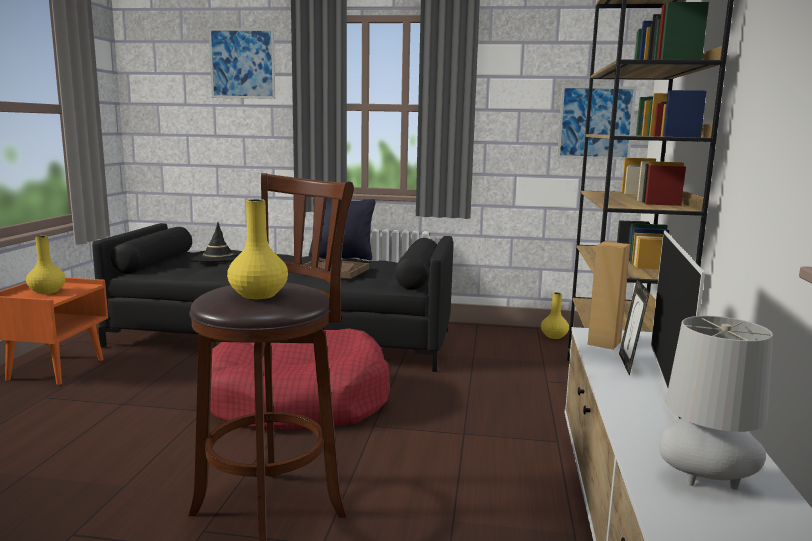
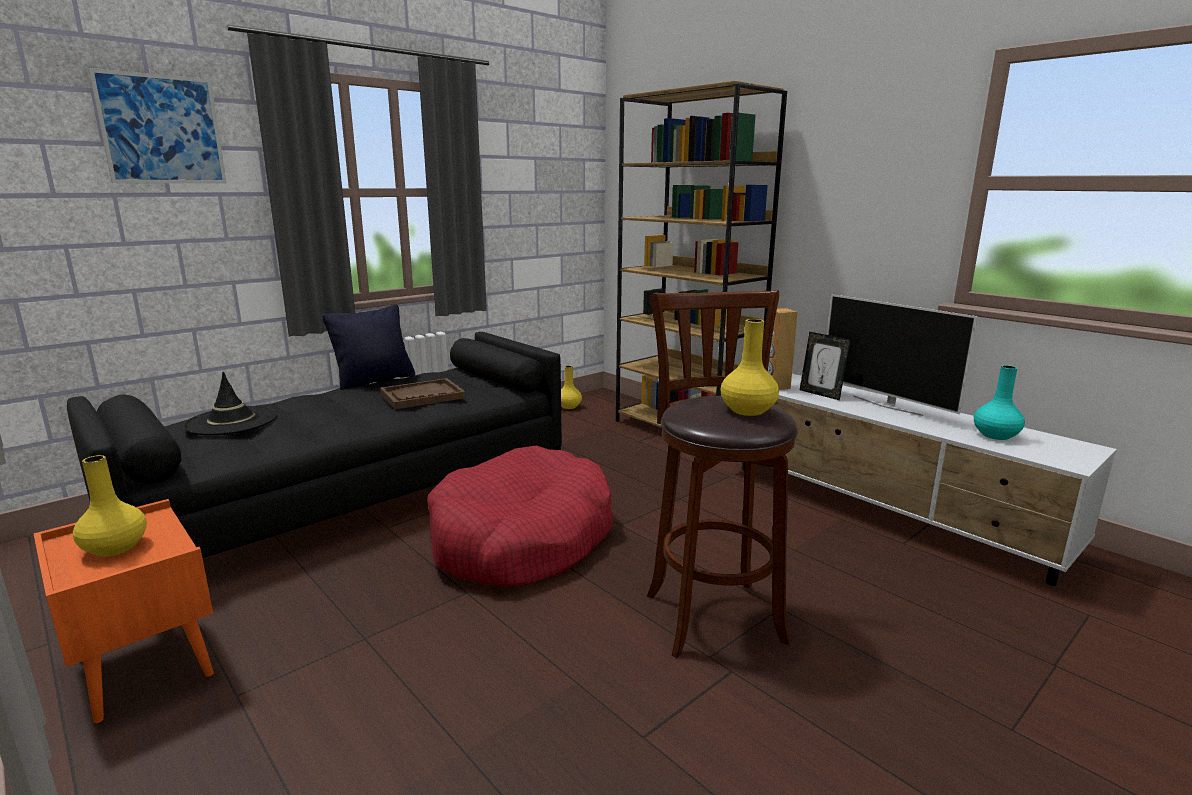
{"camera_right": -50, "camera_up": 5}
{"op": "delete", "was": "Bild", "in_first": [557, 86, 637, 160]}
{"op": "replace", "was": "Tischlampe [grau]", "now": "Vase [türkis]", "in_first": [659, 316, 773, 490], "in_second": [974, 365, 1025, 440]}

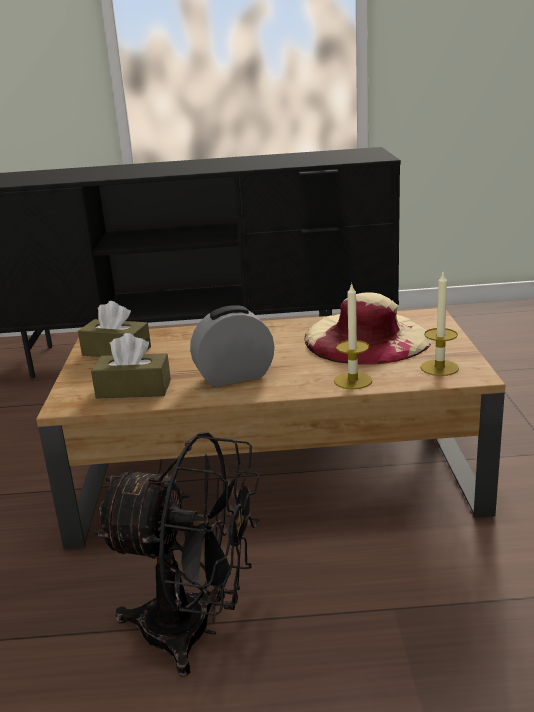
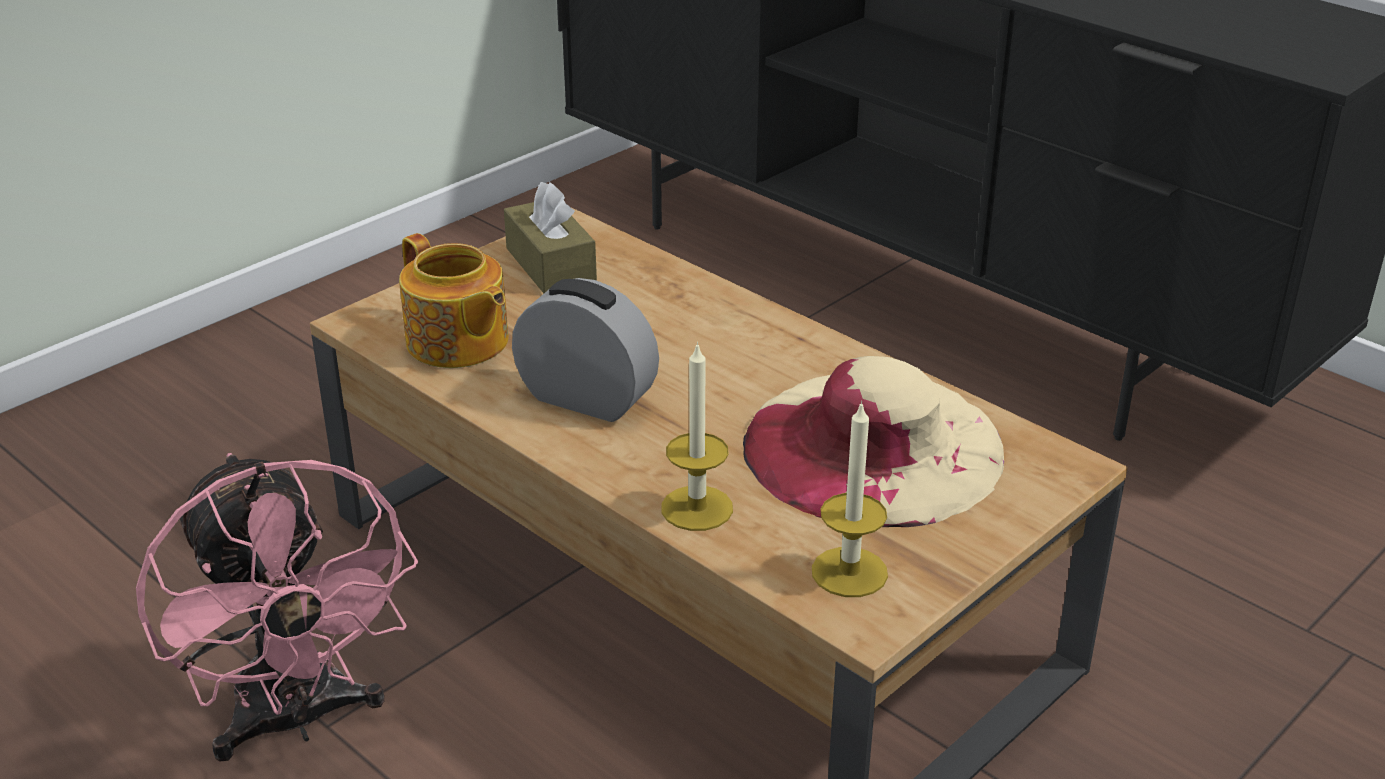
{"camera_right": 45, "camera_up": 10}
{"op": "replace", "was": "Taschentuchbox [braun]", "now": "Teekanne", "in_first": [91, 333, 171, 399], "in_second": [399, 233, 509, 368]}
{"op": "recolor", "was": "Ventilator [schwarz]", "now": "Ventilator [rosa]", "in_first": [93, 432, 260, 677], "in_second": [136, 453, 418, 762]}

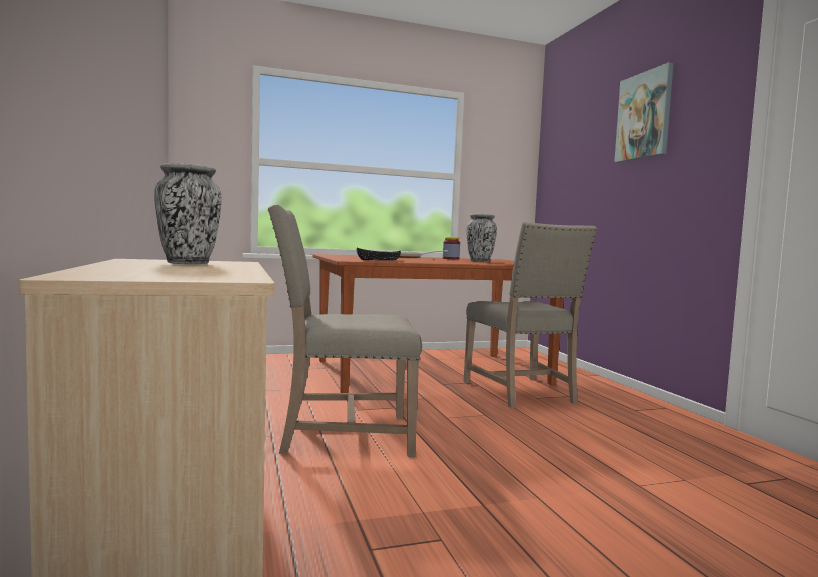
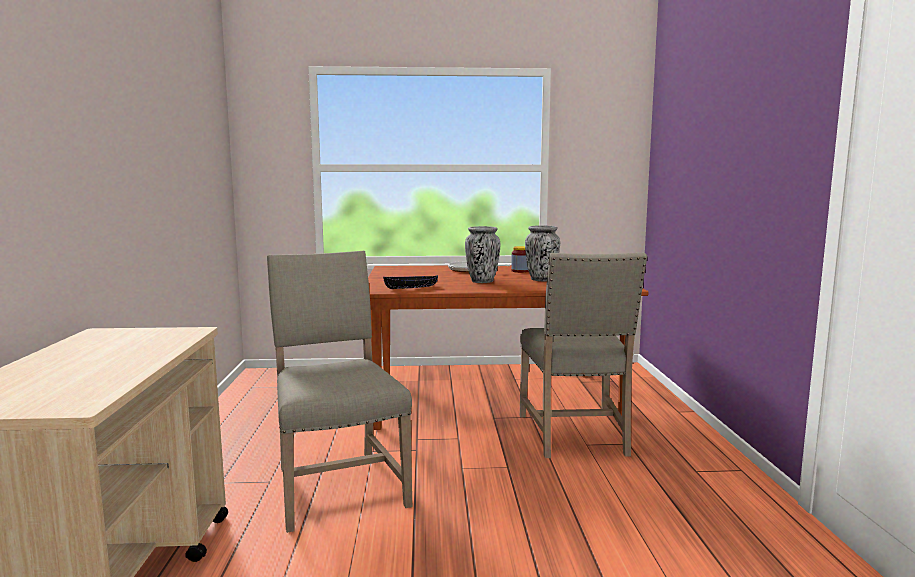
{"camera_right": 15, "camera_up": 5}
{"op": "delete", "was": "Bild", "in_first": [614, 62, 674, 163]}
{"op": "move", "was": "Vase", "in_first": [154, 163, 222, 264], "in_second": [465, 226, 500, 283]}
{"op": "rotate", "was": "Stuhl [beige]", "in_first": [268, 205, 422, 457], "in_second": [267, 251, 412, 533], "clockwise": 60}

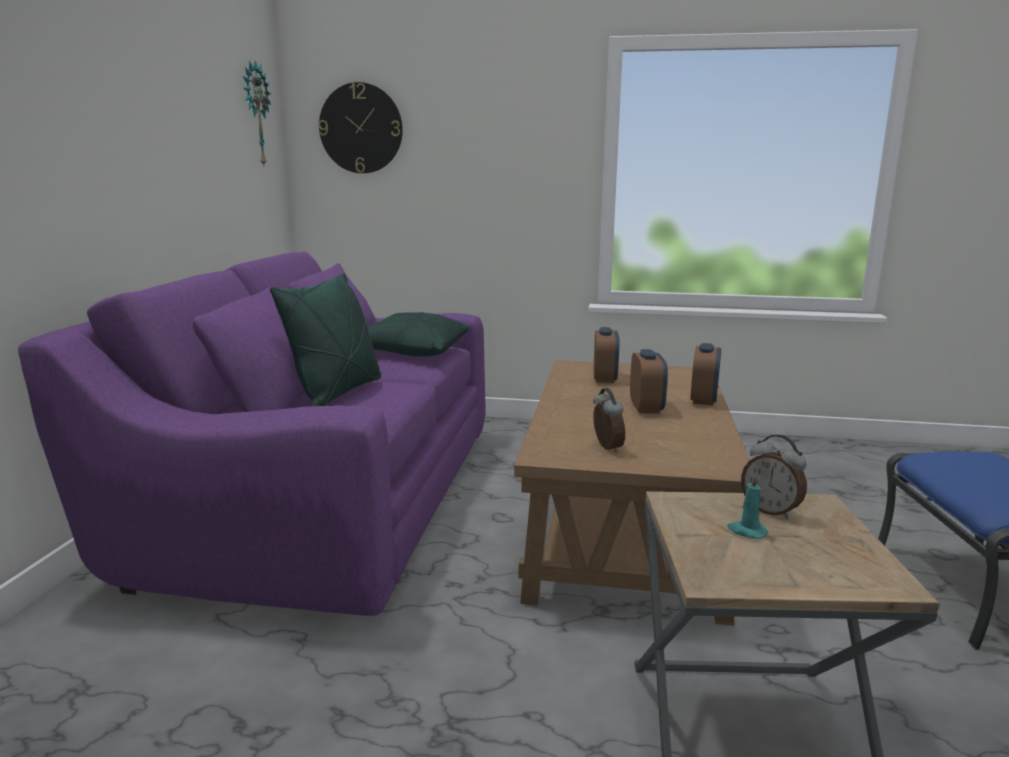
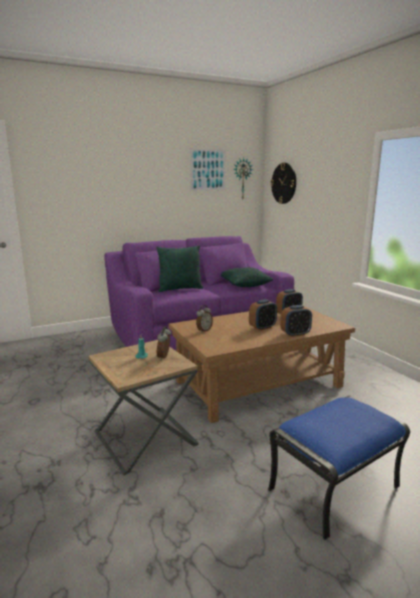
{"camera_right": 55, "camera_up": 0}
{"op": "insert", "now": "Bild", "in_second": [189, 148, 226, 191]}

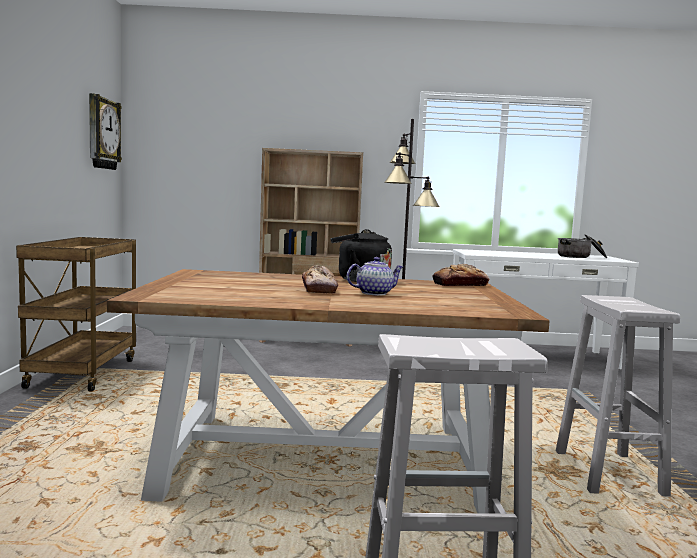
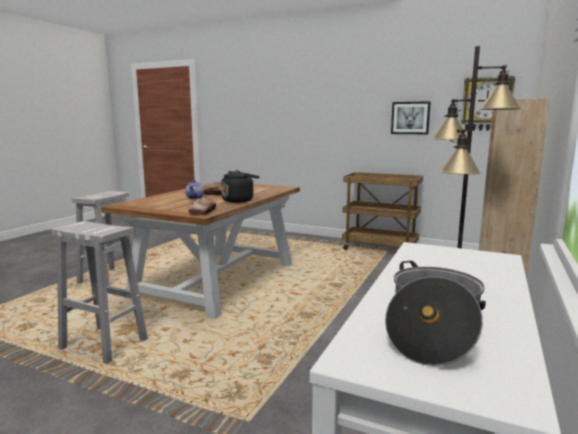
{"camera_right": 115, "camera_up": 5}
{"op": "insert", "now": "Bild", "in_second": [391, 101, 431, 134]}

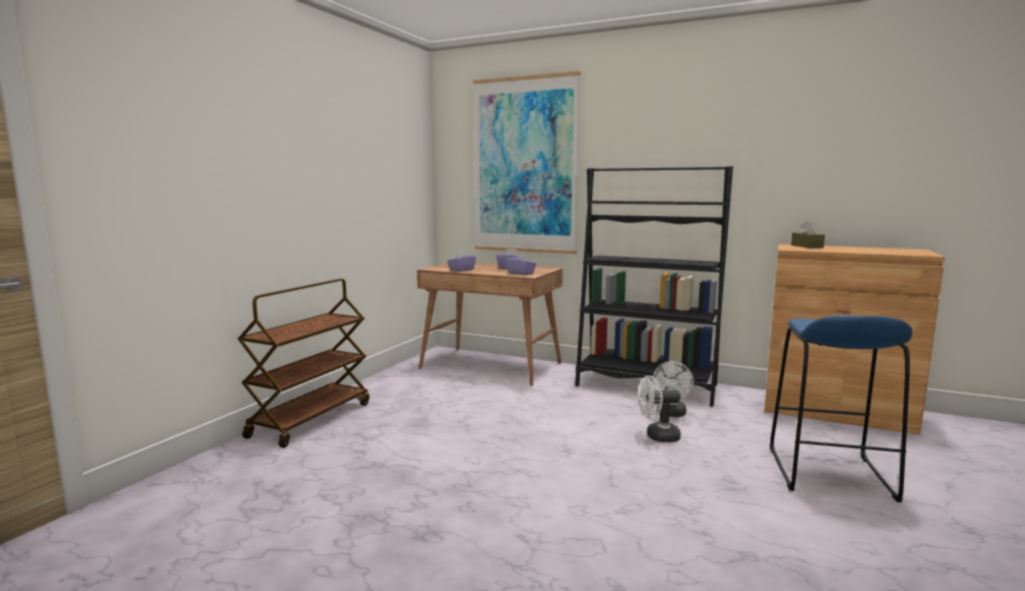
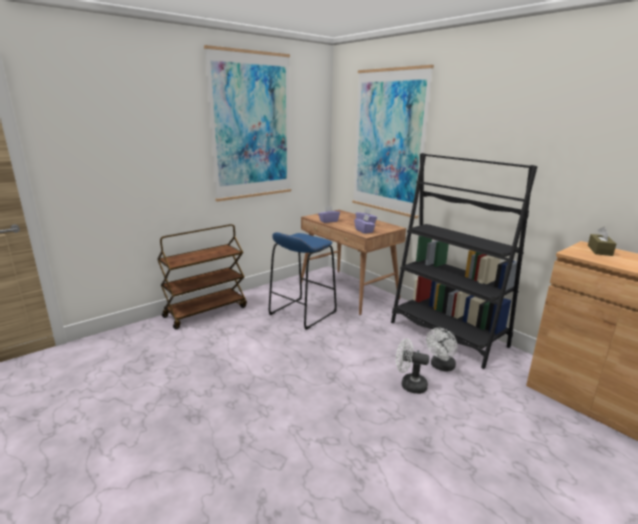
{"camera_right": 25, "camera_up": 10}
{"op": "insert", "now": "Bild", "in_second": [204, 45, 291, 202]}
{"op": "move", "was": "Hocker [blau]", "in_first": [770, 315, 912, 503], "in_second": [269, 232, 337, 330]}

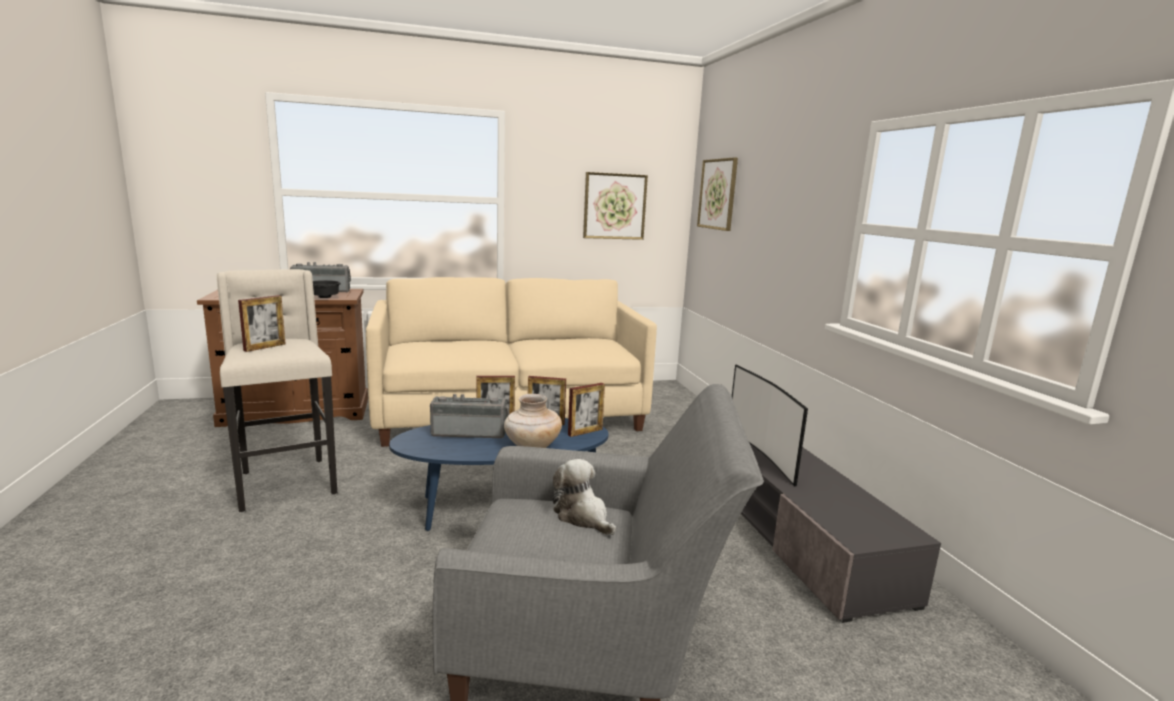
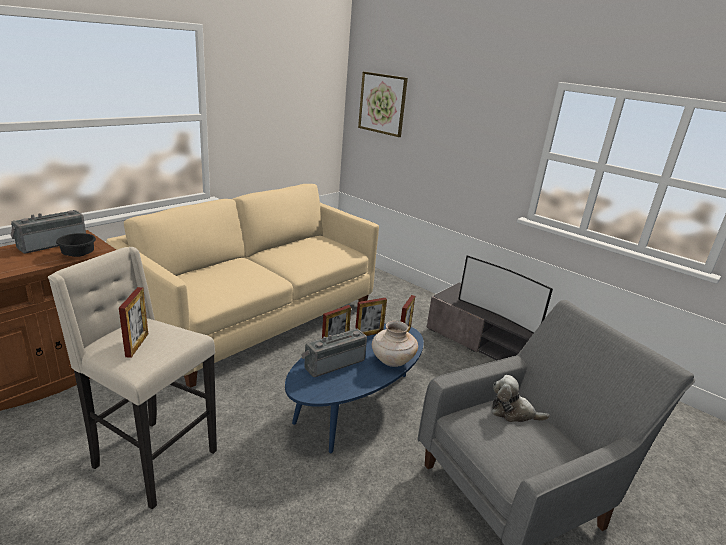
{"camera_right": -35, "camera_up": 10}
{"op": "delete", "was": "Bild", "in_first": [583, 172, 648, 240]}

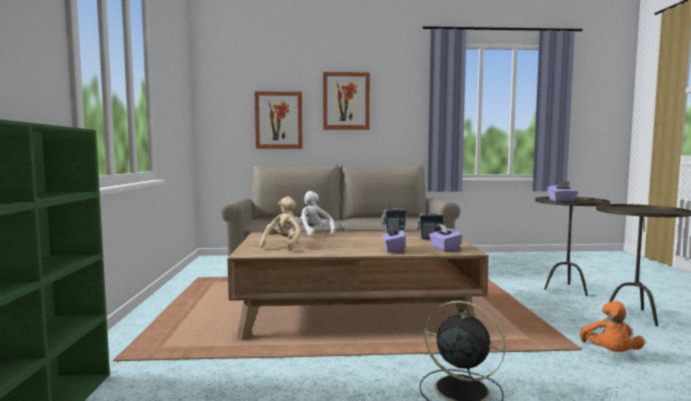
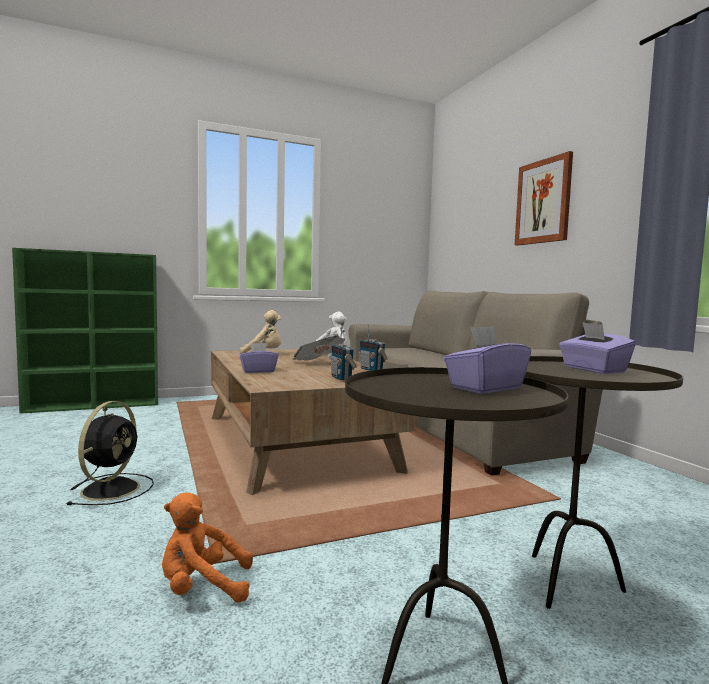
{"camera_right": 70, "camera_up": 0}
{"op": "delete", "was": "Bild", "in_first": [255, 92, 303, 149]}
{"op": "insert", "now": "Zeitung", "in_second": [293, 336, 345, 361]}
{"op": "move", "was": "Taschentuchbox [lila]", "in_first": [429, 223, 462, 252], "in_second": [444, 326, 531, 394]}

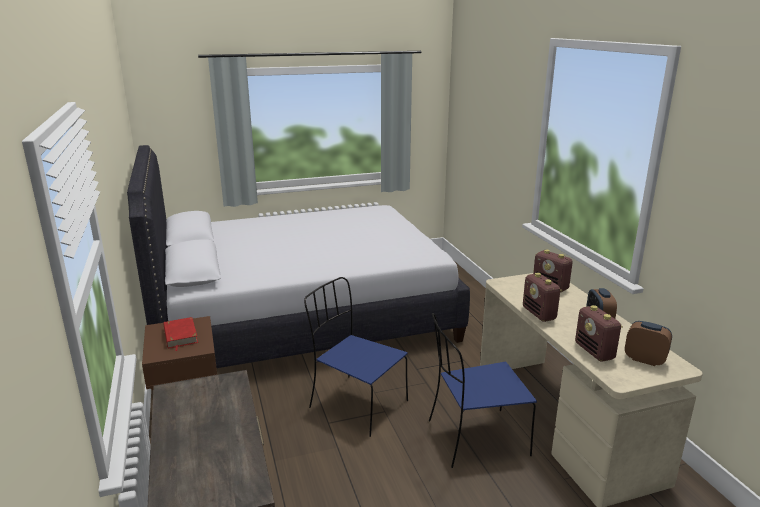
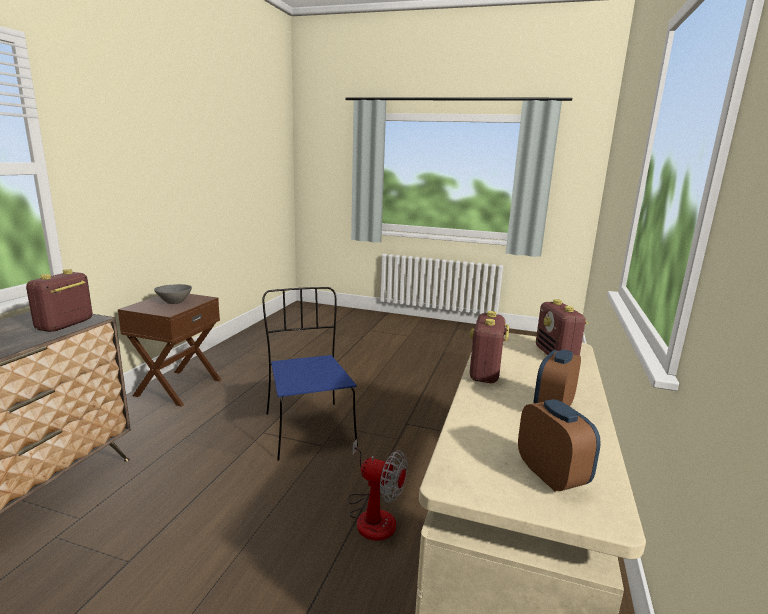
{"camera_right": 35, "camera_up": -5}
{"op": "delete", "was": "Bett [weiß]", "in_first": [127, 145, 470, 368]}
{"op": "move", "was": "Radio", "in_first": [575, 305, 623, 362], "in_second": [26, 269, 92, 332]}
{"op": "replace", "was": "Buch [rot]", "now": "Schüssel [grau]", "in_first": [164, 317, 198, 351], "in_second": [154, 284, 192, 304]}
{"op": "replace", "was": "Stuhl [blau]", "now": "Ventilator", "in_first": [429, 313, 537, 468], "in_second": [347, 439, 408, 541]}

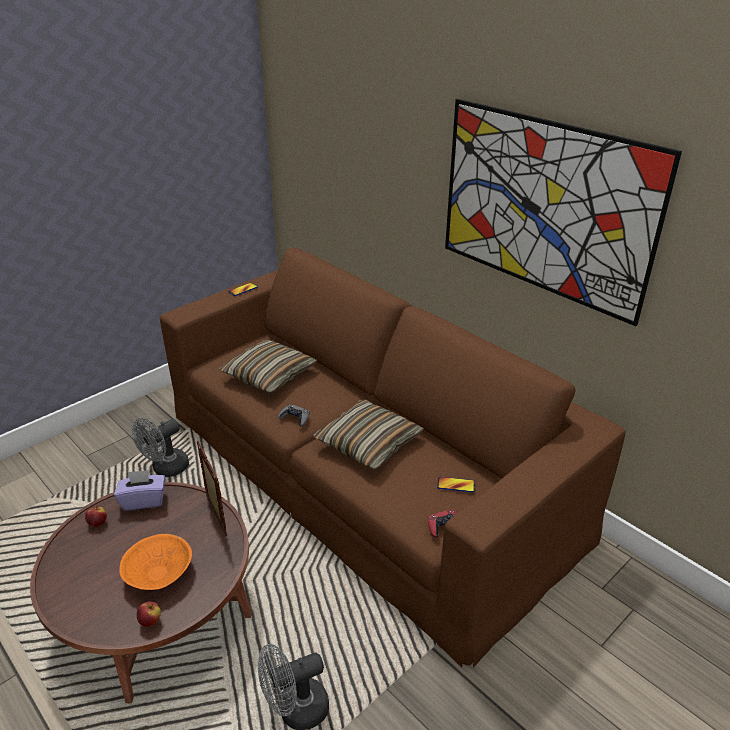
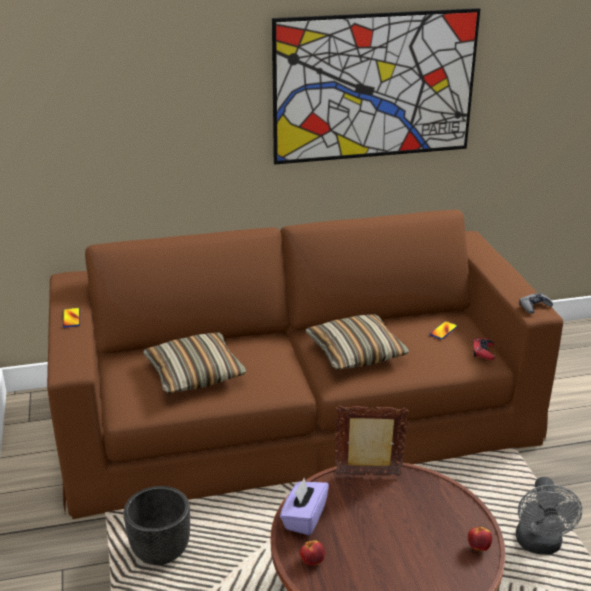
{"camera_right": -60, "camera_up": -5}
{"op": "delete", "was": "Schüssel [orange]", "in_first": [119, 534, 192, 590]}
{"op": "move", "was": "Gamepad [grau]", "in_first": [278, 405, 310, 426], "in_second": [519, 293, 553, 314]}
{"op": "replace", "was": "Ventilator [grau]", "now": "Pflanzkübel [schwarz]", "in_first": [132, 418, 189, 477], "in_second": [124, 486, 190, 565]}

